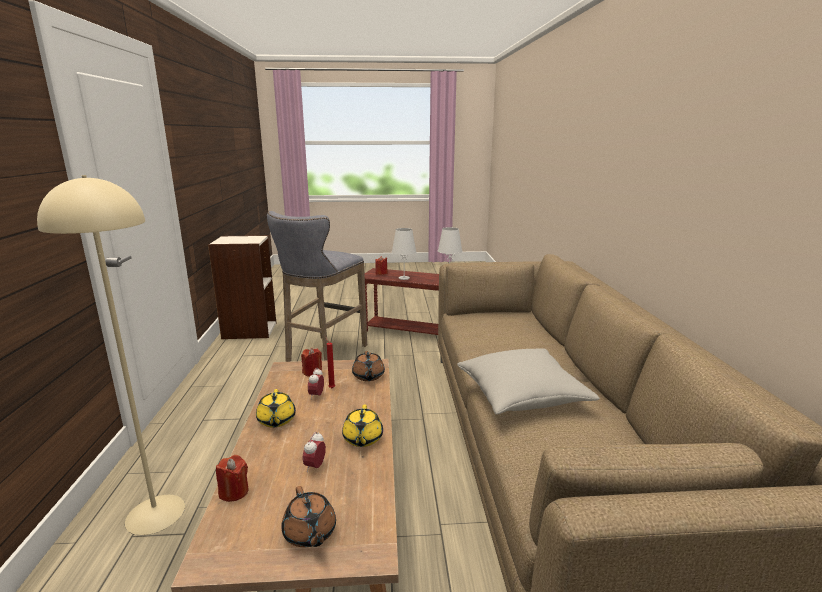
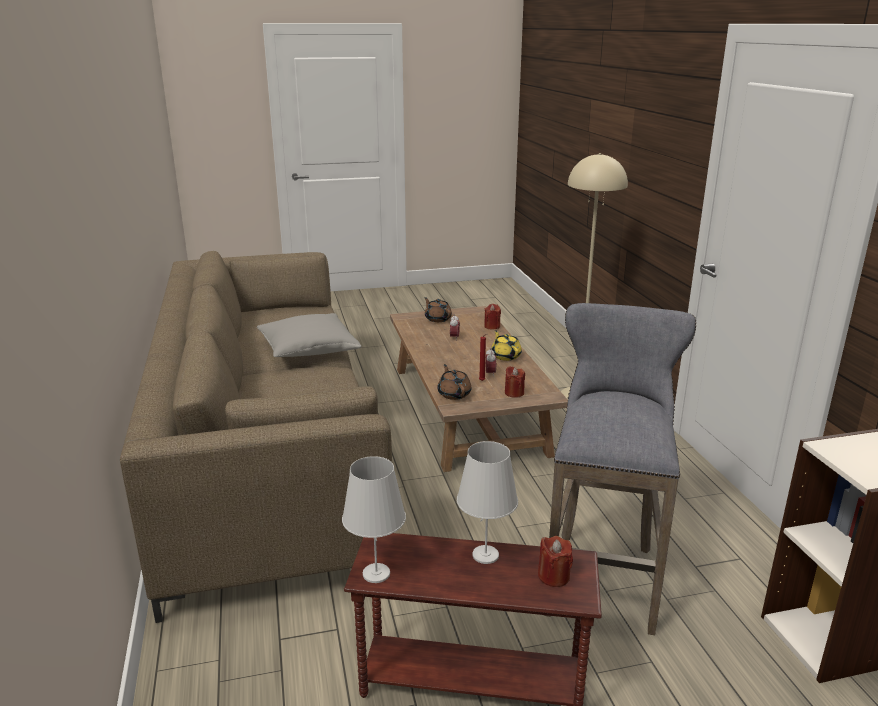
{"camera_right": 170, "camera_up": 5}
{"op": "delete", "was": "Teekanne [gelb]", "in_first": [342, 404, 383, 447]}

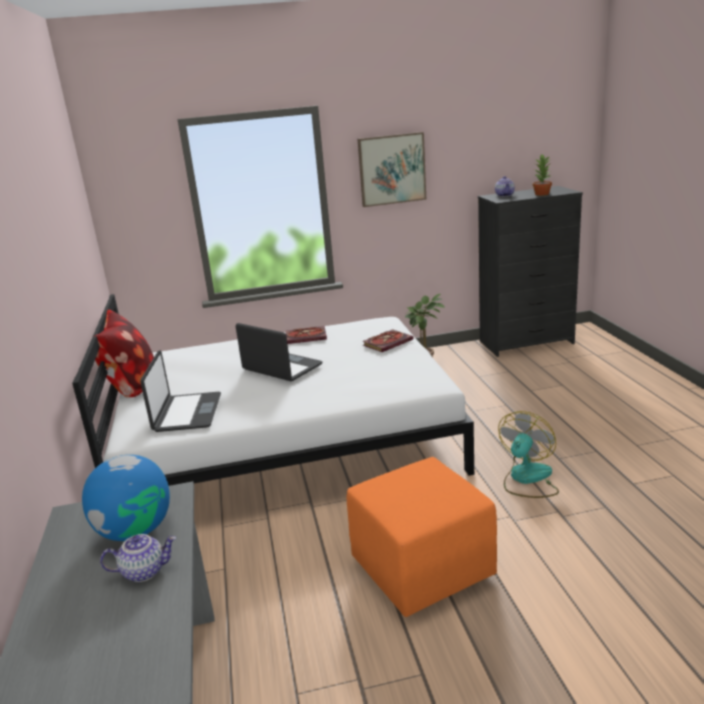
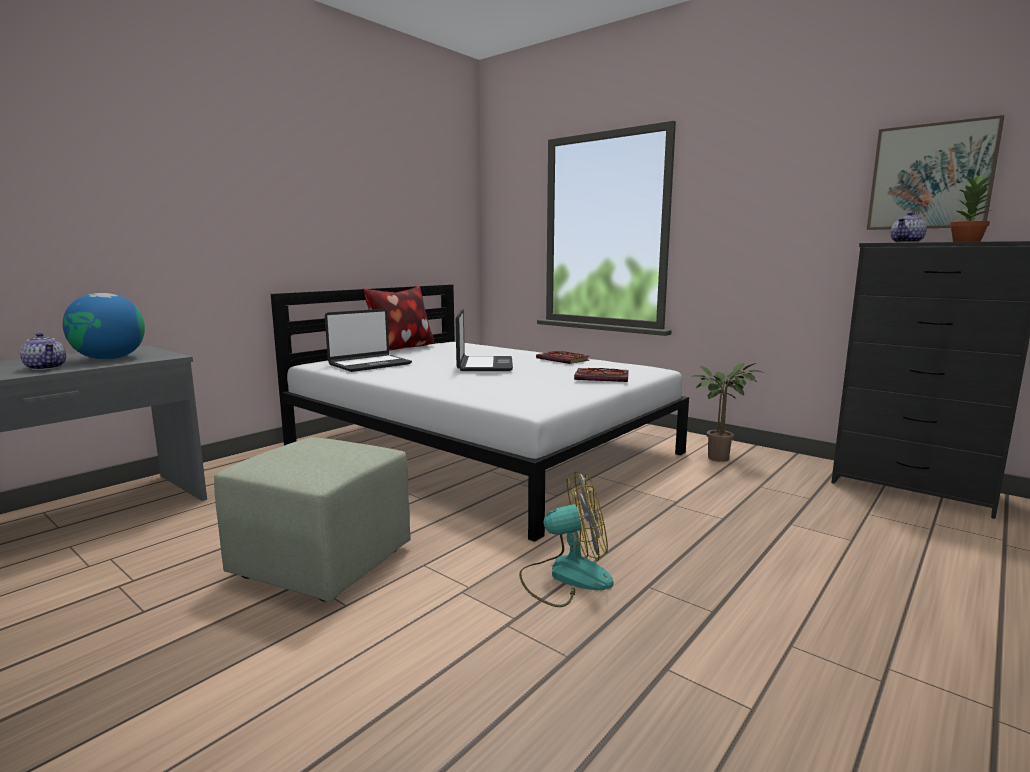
{"camera_right": 50, "camera_up": -10}
{"op": "move", "was": "Bild", "in_first": [358, 132, 426, 207], "in_second": [867, 115, 1004, 230]}
{"op": "recolor", "was": "Polsterhocker [orange]", "now": "Polsterhocker [grün]", "in_first": [347, 457, 497, 617], "in_second": [214, 437, 411, 602]}

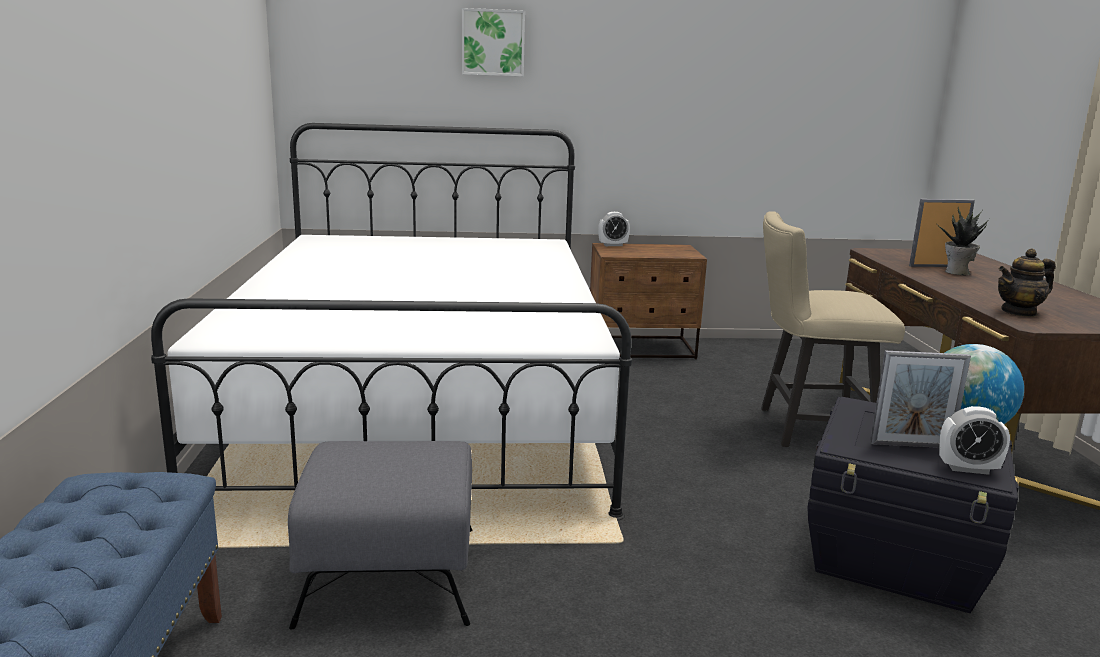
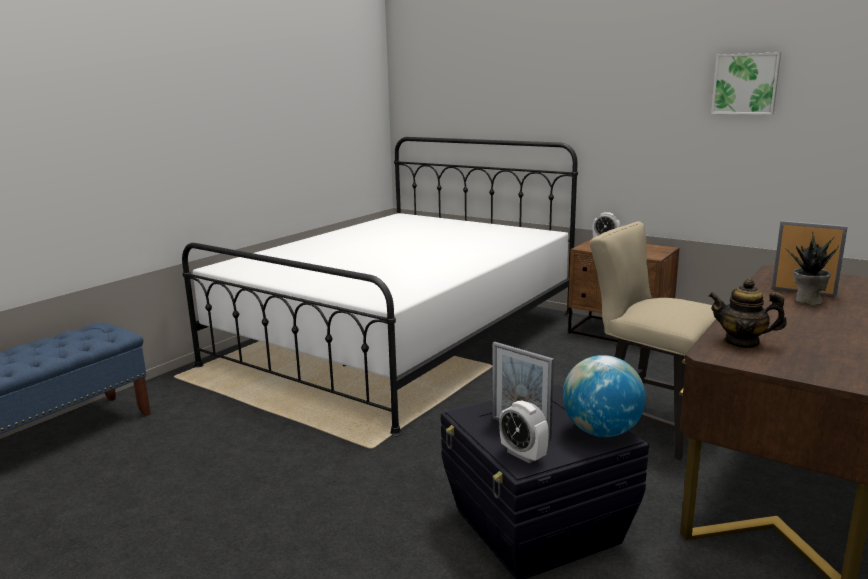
{"camera_right": 40, "camera_up": 0}
{"op": "delete", "was": "Polsterhocker [grau]", "in_first": [288, 441, 472, 629]}
{"op": "move", "was": "Bild", "in_first": [462, 8, 525, 76], "in_second": [711, 52, 781, 115]}

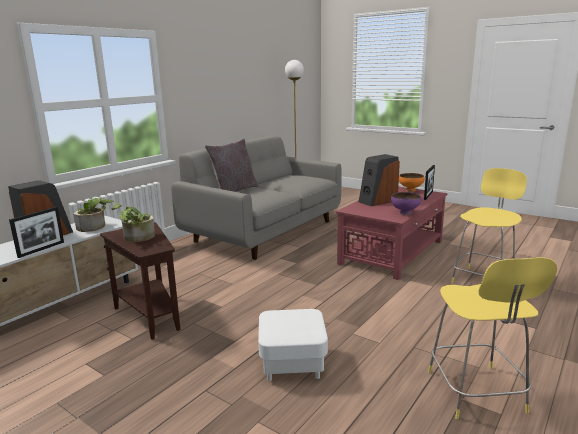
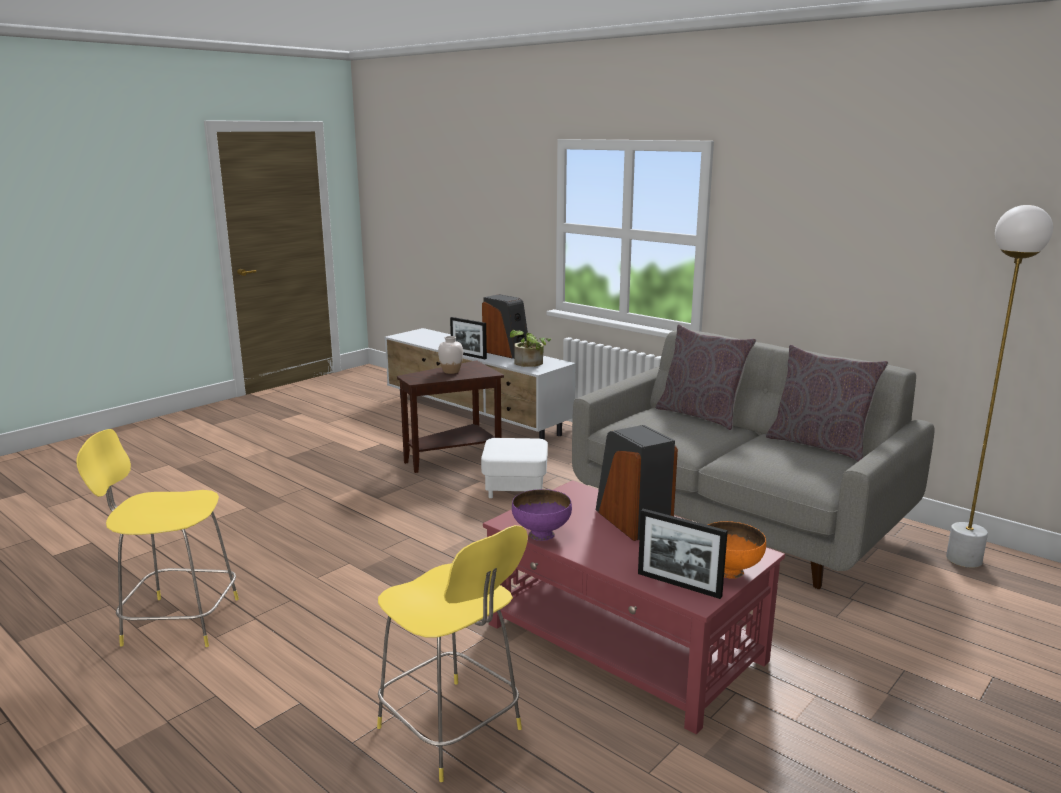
{"camera_right": 95, "camera_up": 0}
{"op": "insert", "now": "Kissen [grau]", "in_second": [766, 344, 888, 462]}
{"op": "move", "was": "Polsterhocker [weiß]", "in_first": [258, 309, 328, 381], "in_second": [481, 438, 548, 498]}
{"op": "replace", "was": "Topfpflanze", "now": "Vase [weiß]", "in_first": [112, 202, 155, 242], "in_second": [438, 336, 463, 374]}

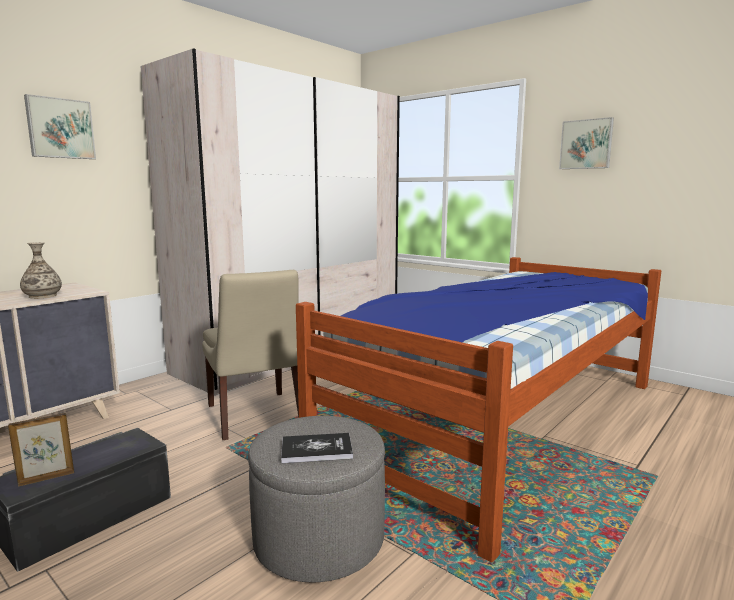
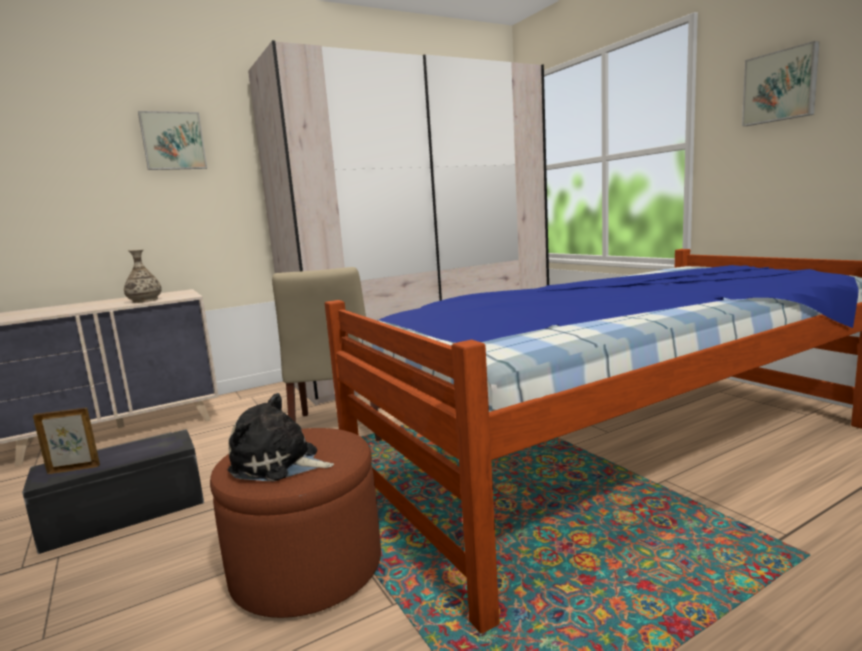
{"camera_right": 20, "camera_up": 0}
{"op": "replace", "was": "Buch", "now": "Plüschtier", "in_first": [281, 433, 353, 463], "in_second": [228, 393, 334, 482]}
{"op": "recolor", "was": "Polsterhocker [grau]", "now": "Polsterhocker [braun]", "in_first": [248, 416, 385, 582], "in_second": [210, 428, 381, 618]}

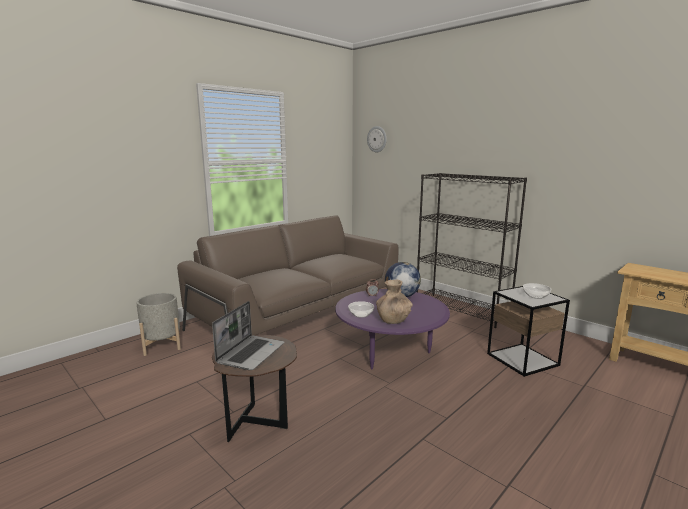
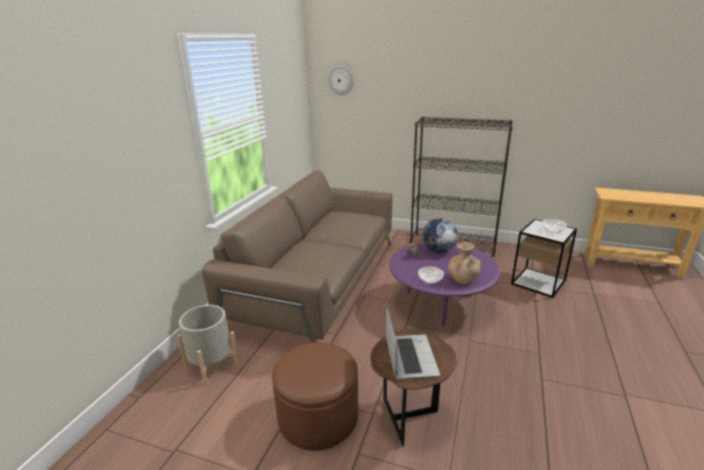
{"camera_right": -25, "camera_up": 10}
{"op": "insert", "now": "Polsterhocker [braun]", "in_second": [272, 342, 358, 451]}

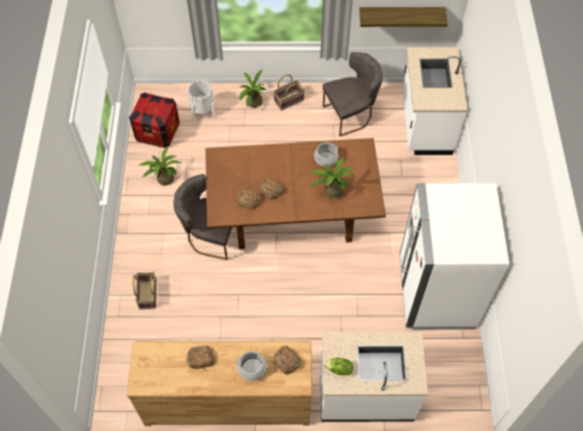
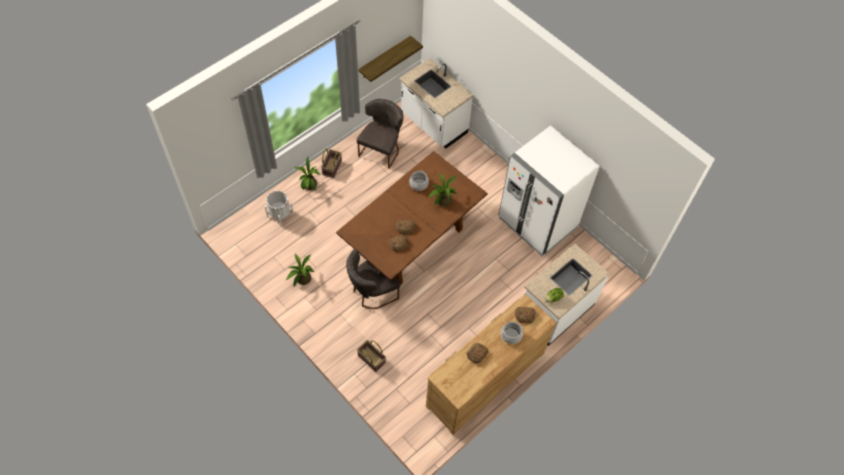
{"camera_right": -45, "camera_up": 0}
{"op": "delete", "was": "Kiste", "in_first": [129, 92, 180, 148]}

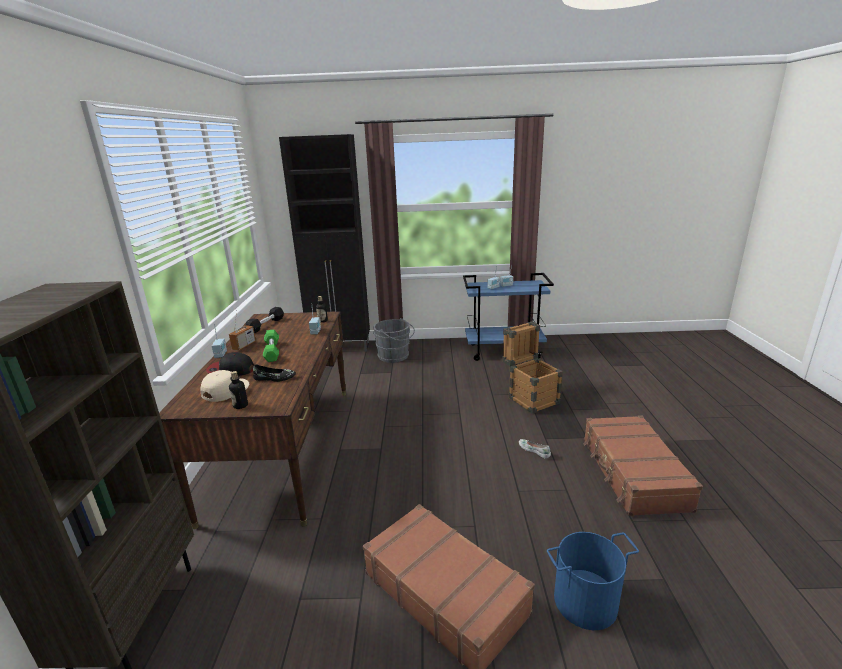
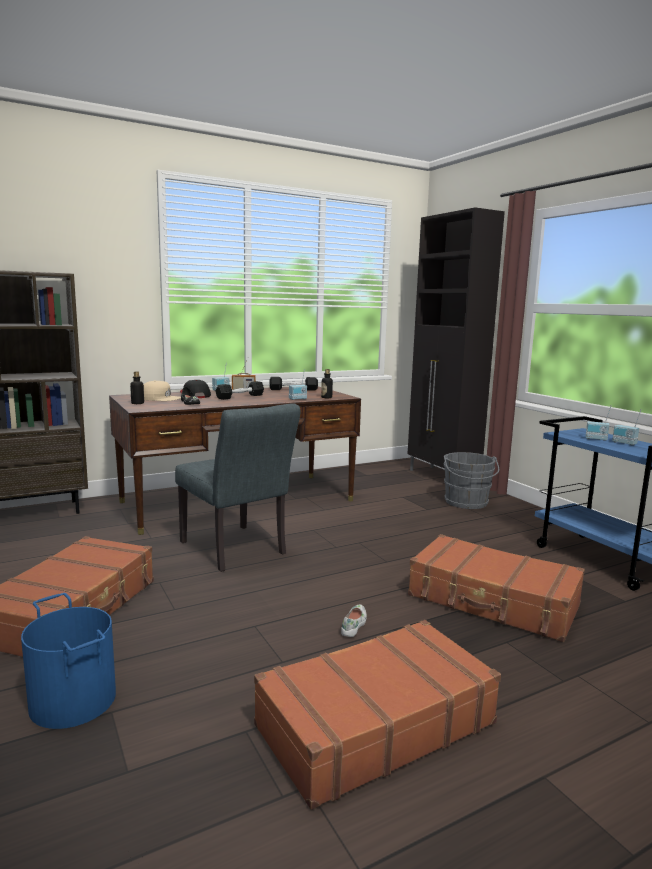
{"camera_right": 60, "camera_up": -10}
{"op": "insert", "now": "Stuhl [grau]", "in_second": [175, 403, 300, 572]}
{"op": "replace", "was": "Kiste", "now": "Koffer [braun]", "in_first": [502, 321, 563, 414], "in_second": [408, 534, 585, 642]}
{"op": "recolor", "was": "Hantel [grün]", "now": "Hantel [schwarz]", "in_first": [263, 329, 279, 362], "in_second": [215, 381, 264, 400]}

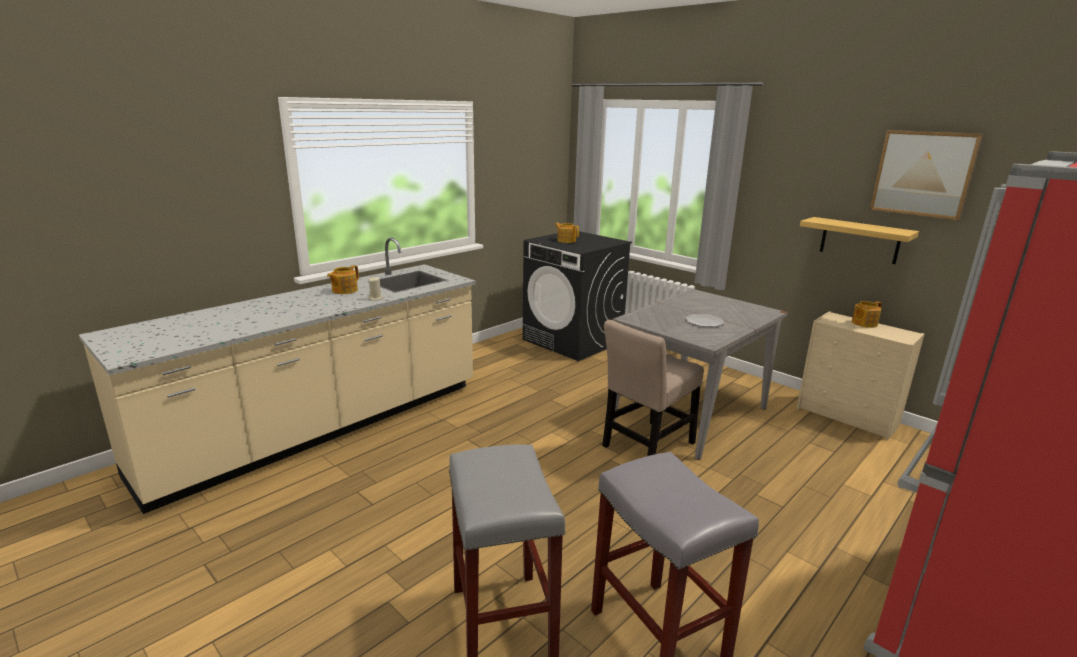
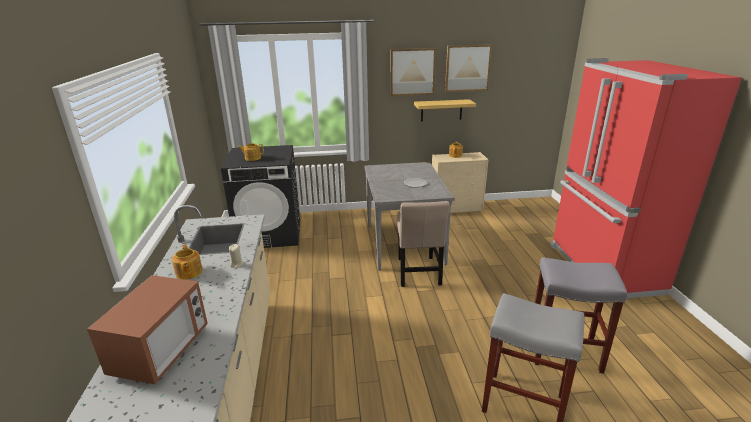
{"camera_right": -50, "camera_up": 5}
{"op": "insert", "now": "Mikrowelle", "in_second": [87, 275, 208, 384]}
{"op": "insert", "now": "Bild", "in_second": [390, 48, 436, 96]}

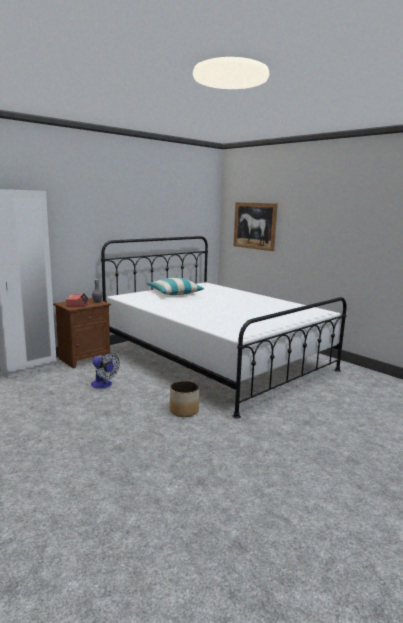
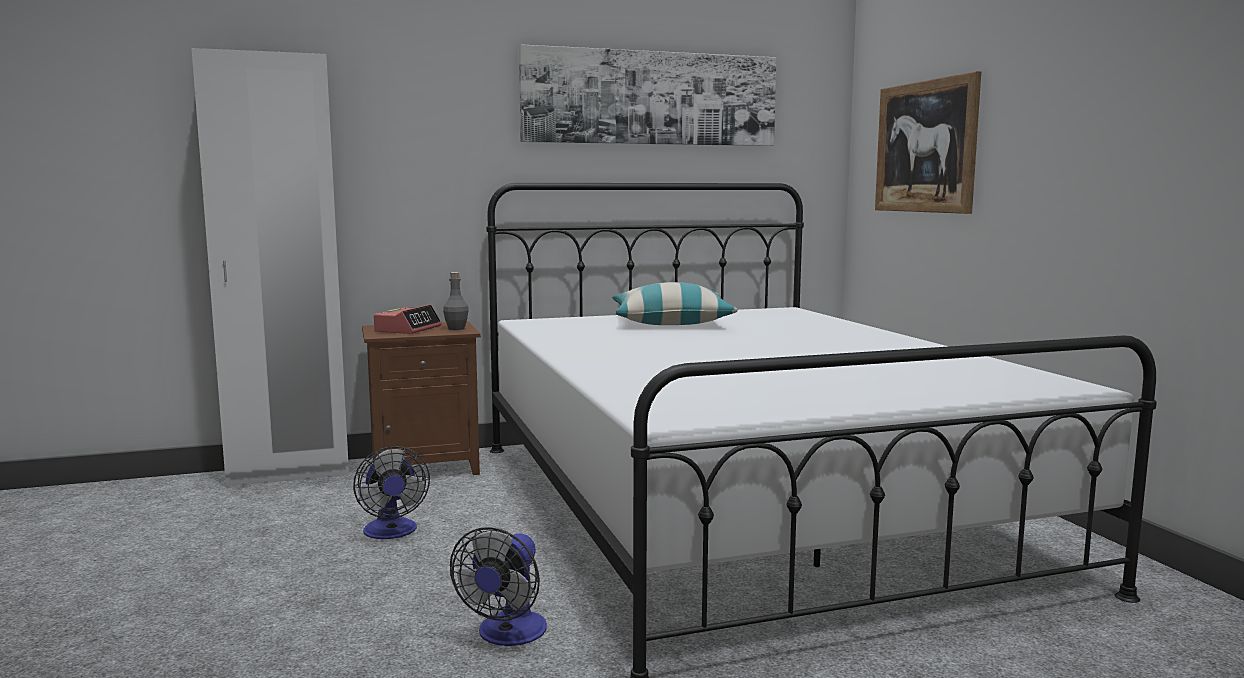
{"camera_right": 25, "camera_up": -5}
{"op": "insert", "now": "Bild", "in_second": [519, 44, 776, 146]}
{"op": "replace", "was": "Pflanzkübel", "now": "Ventilator", "in_first": [170, 381, 199, 417], "in_second": [450, 527, 547, 646]}

